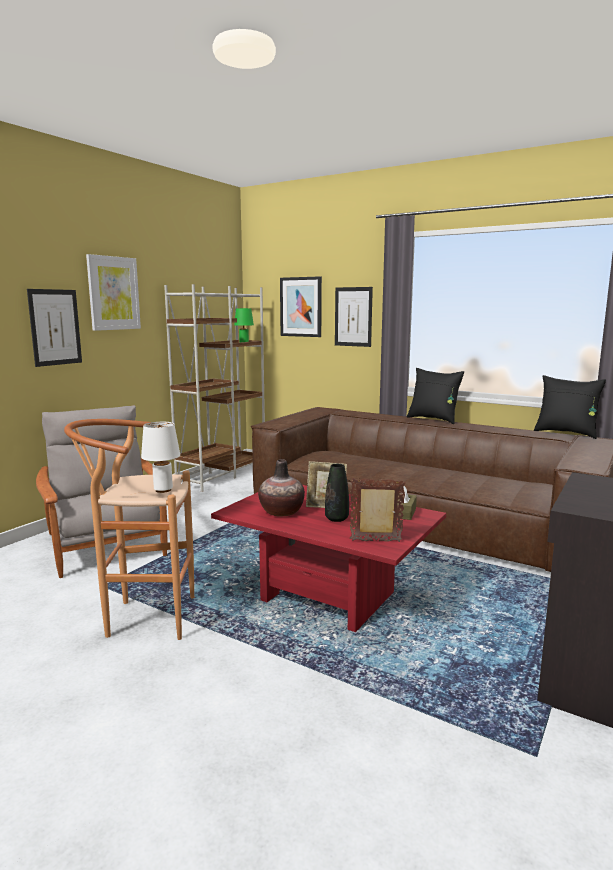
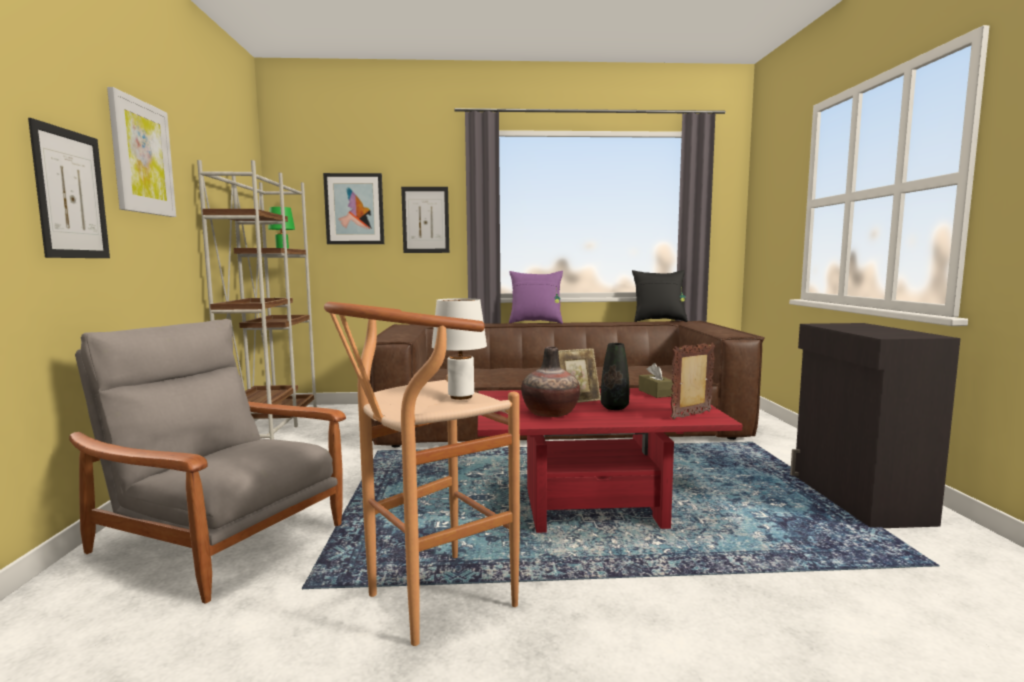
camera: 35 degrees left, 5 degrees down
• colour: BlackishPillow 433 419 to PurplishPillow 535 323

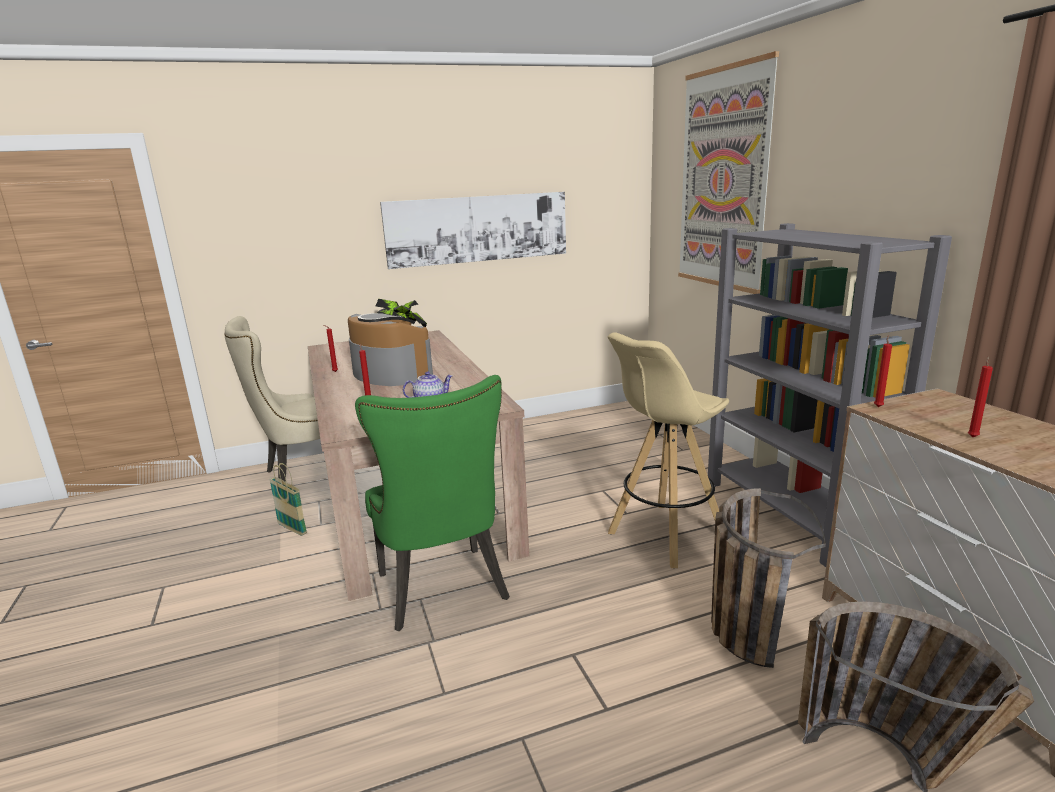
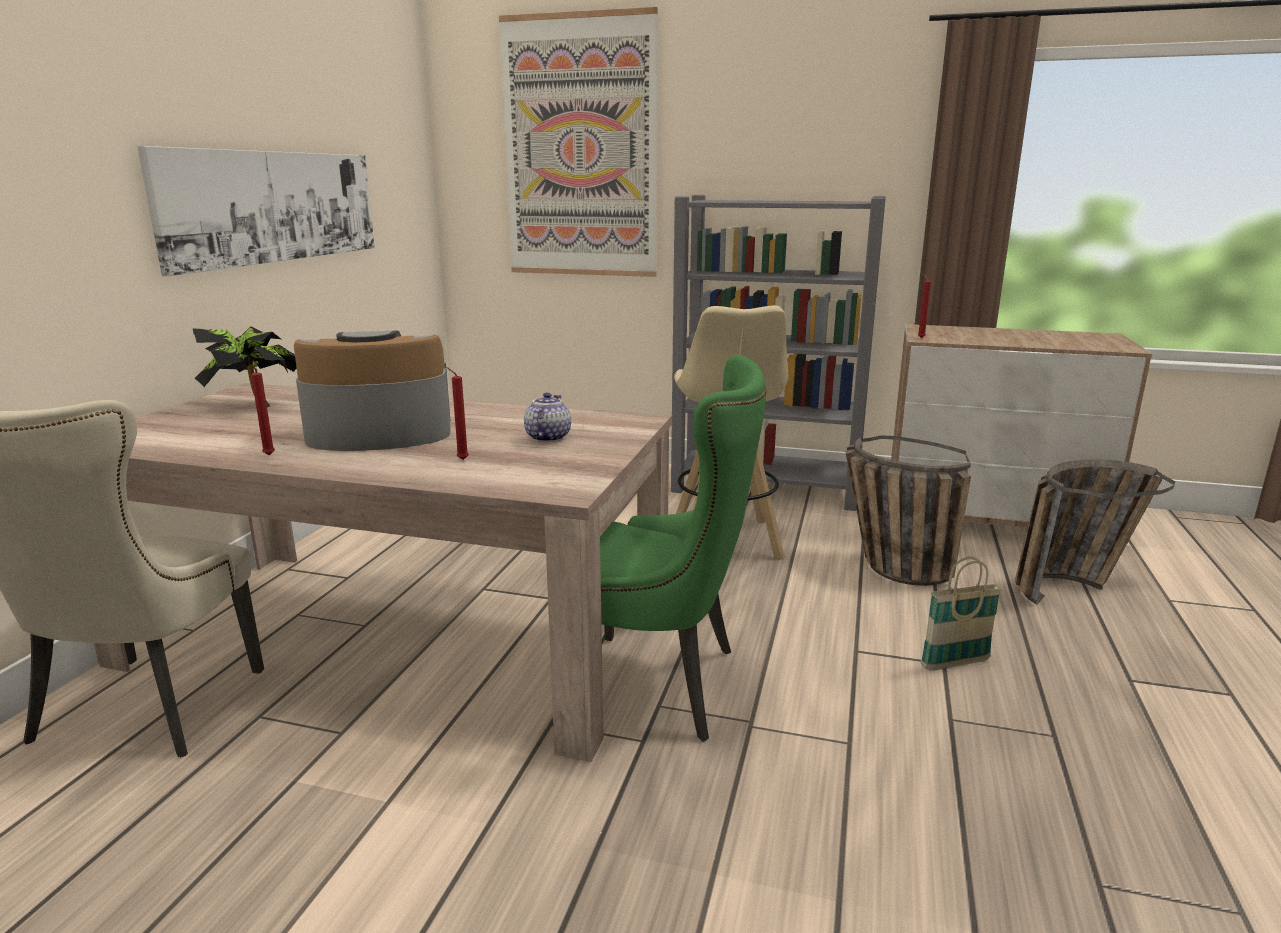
camera: 55 degrees left, 0 degrees up
• relocated: HouseholdBasket 292 529 to 955 663
• missing: ReddishCandle 972 436

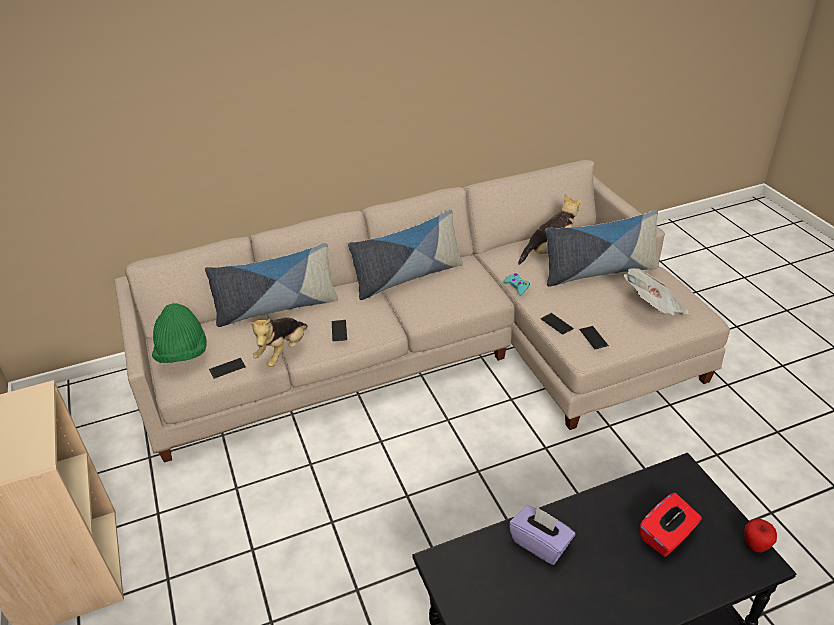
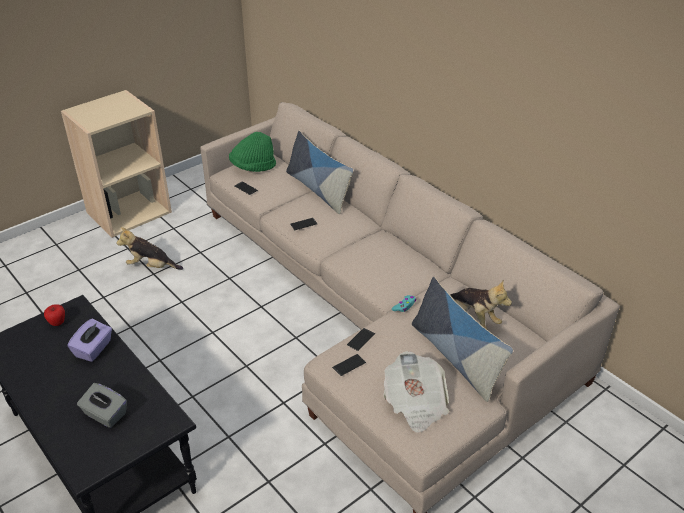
camera: 70 degrees right, 0 degrees up
• relocated: AppleFruit 755 545 to 57 323
• colour: ReddishTissueBox 667 536 to GreyTissueBox 105 415
• relocated: PlushToy 283 352 to 151 266
• missing: Pillow 408 277

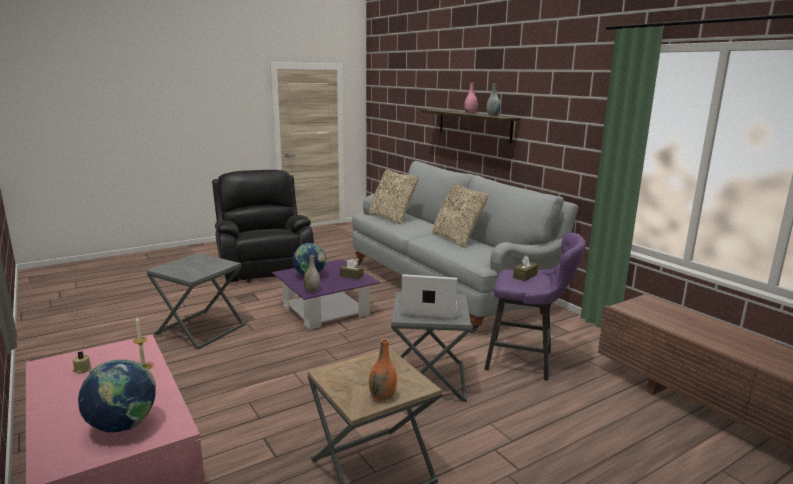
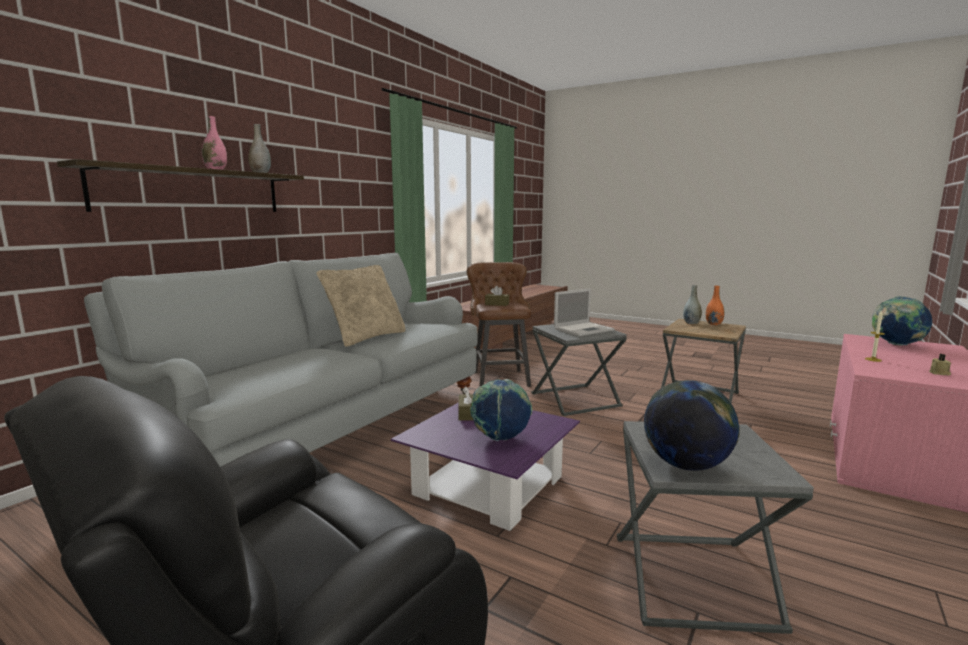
camera: 115 degrees left, 5 degrees down
• colour: PurplishStool 528 362 to BrownStool 499 376
• spun: PortableComputer 428 309 = 584 329 105 degrees counterclockwise
• appeared: WorldGlobe 686 465
• relocated: GreyDecorativeVase 312 290 to 691 323
• missing: SandColouredPillow 392 217

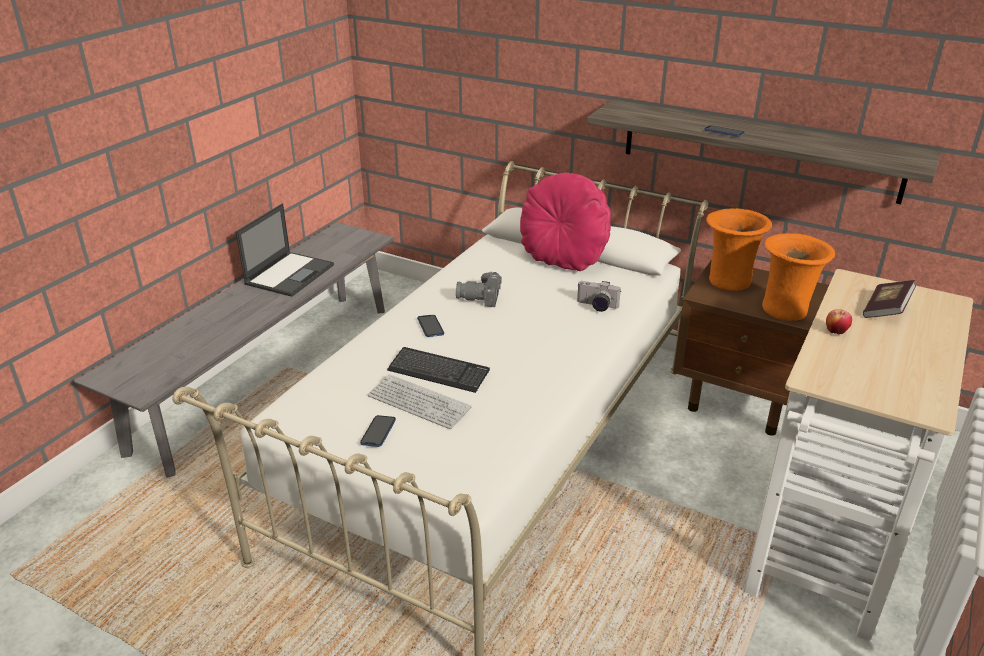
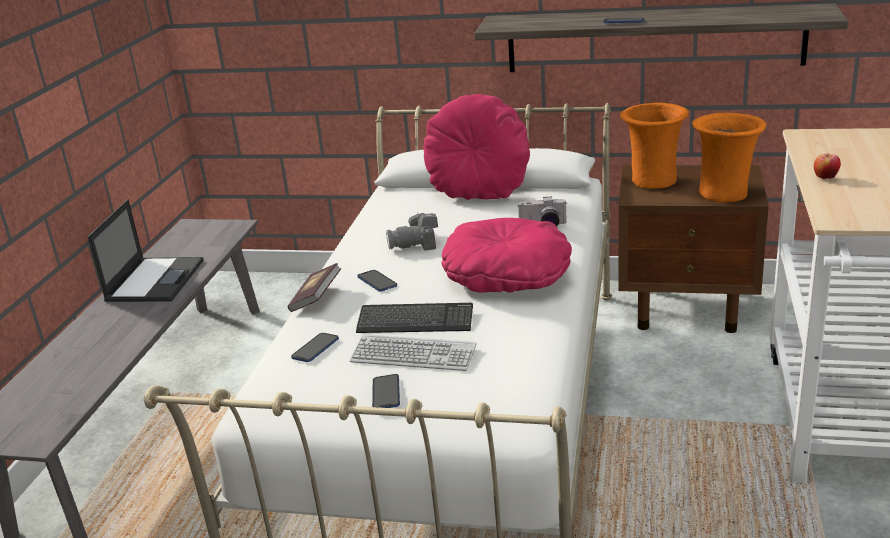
camera: 15 degrees left, 5 degrees down
• relocated: Book 886 310 to 316 299
• appeared: Telephone 315 349
• appeared: PinkishPillow 508 272

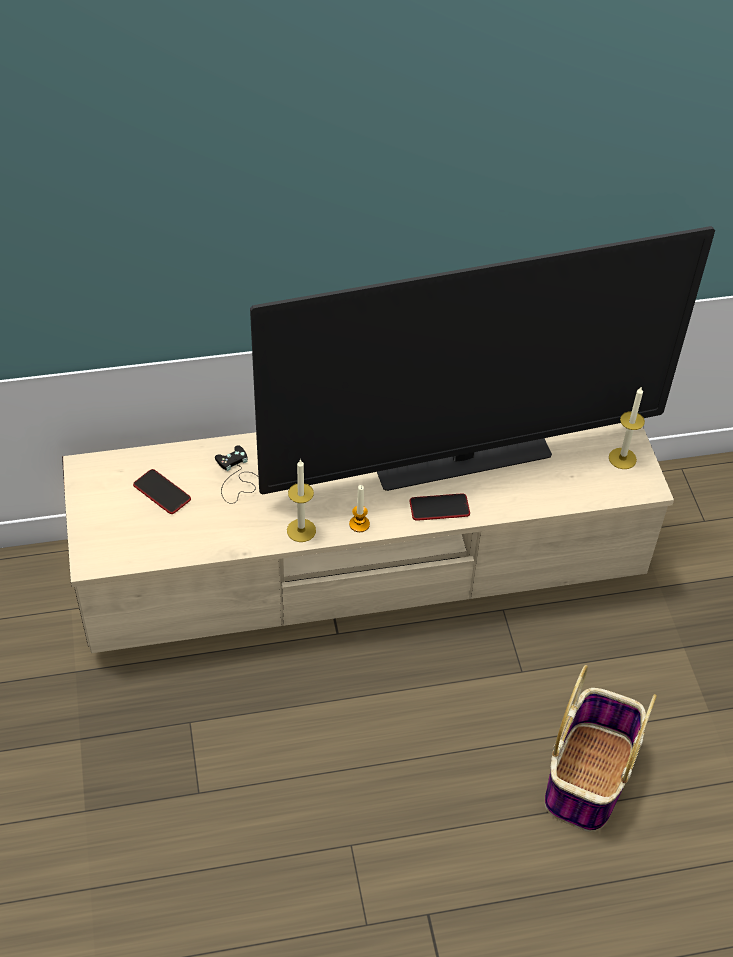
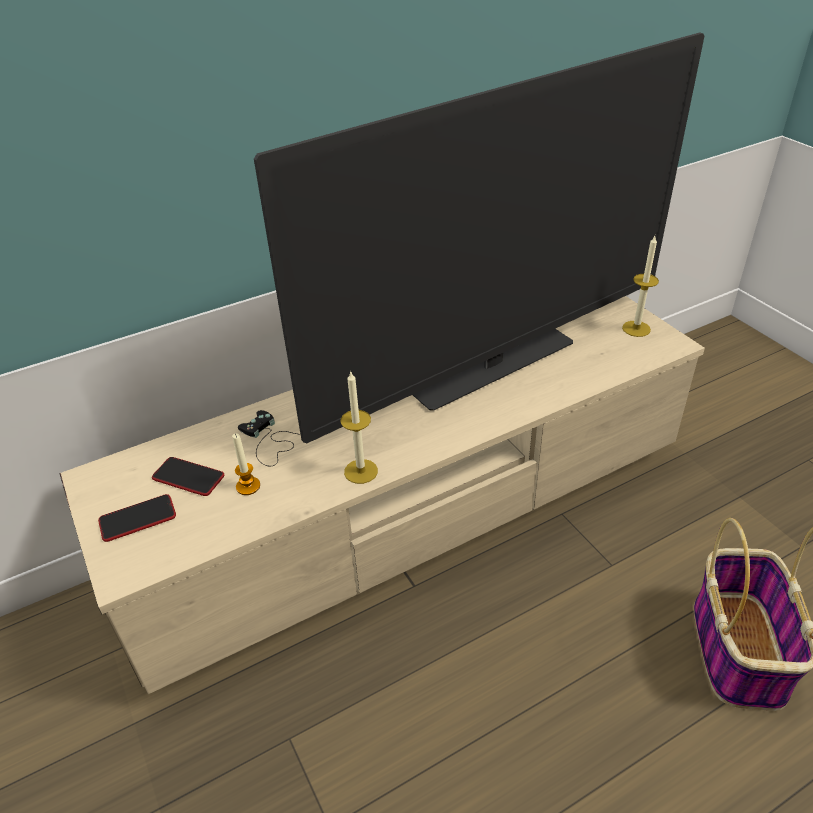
camera: 15 degrees left, 10 degrees down
• relocated: Telephone 439 508 to 137 519
• relocated: Candle 359 524 to 248 486

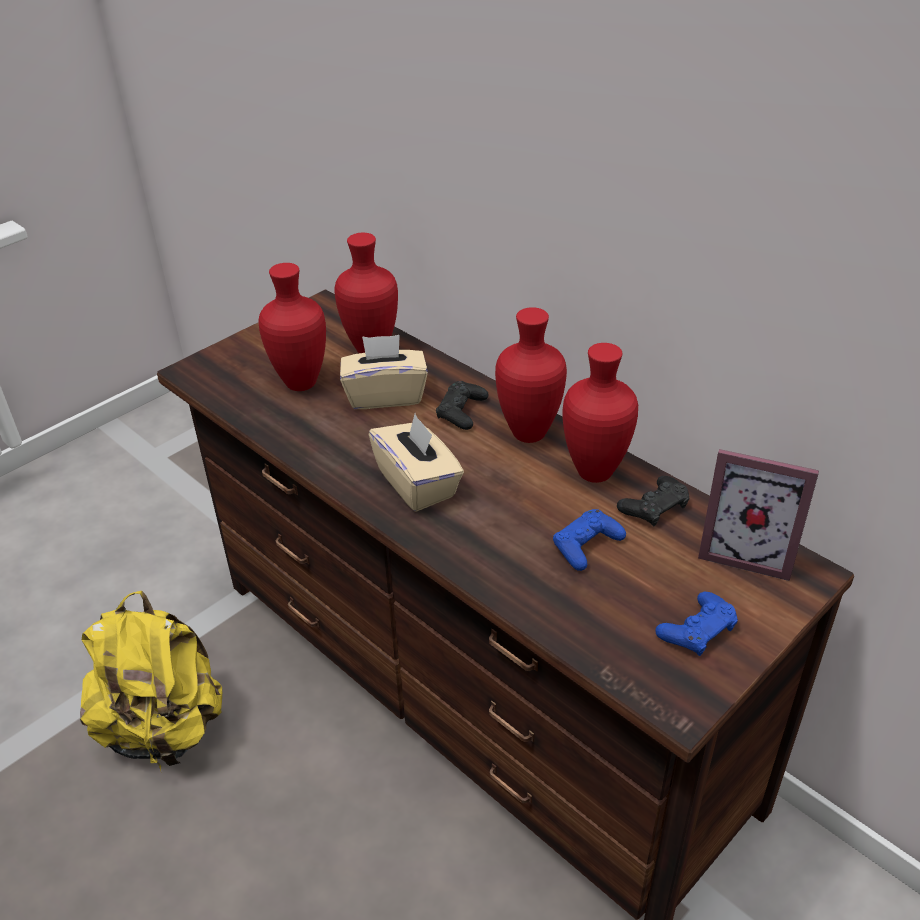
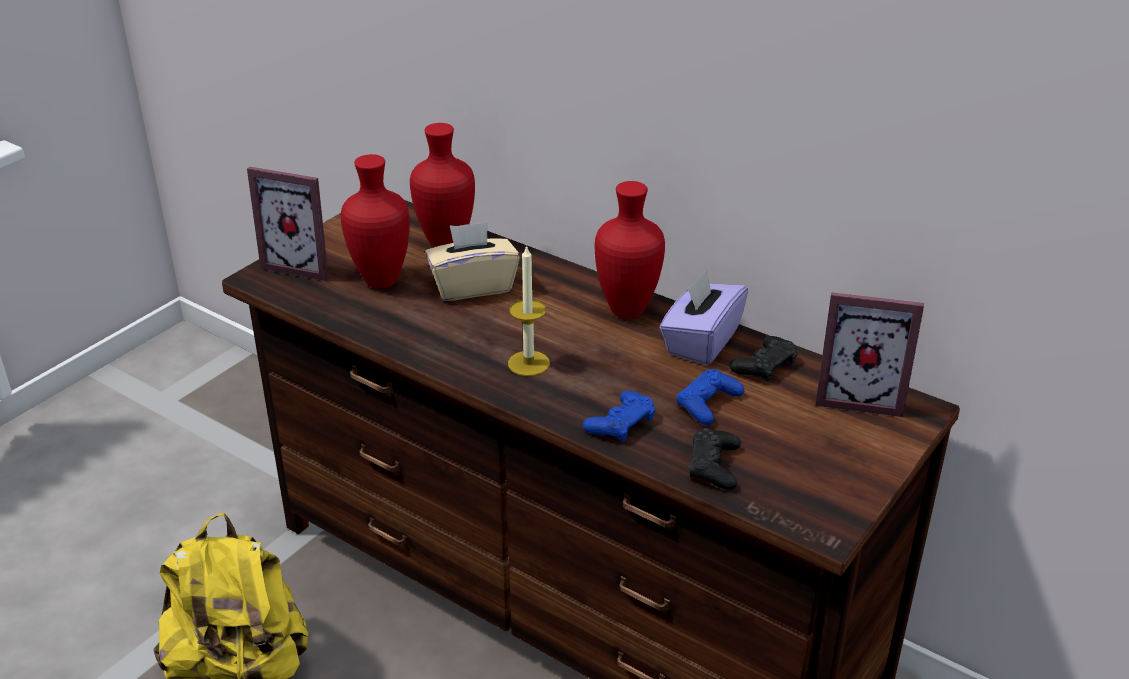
camera: 10 degrees left, 5 degrees down
• appeared: StandingFrame 303 264
• exchanged: SandColouredTissueBox 418 484 to Candle 528 363
• relocated: BlueColouredJoypad 697 630 to 621 423
• exchanged: ReddishDecorativeVase 595 474 to PurplishTissueBox 701 342
• relocated: BlackishJoypad 461 411 to 714 466

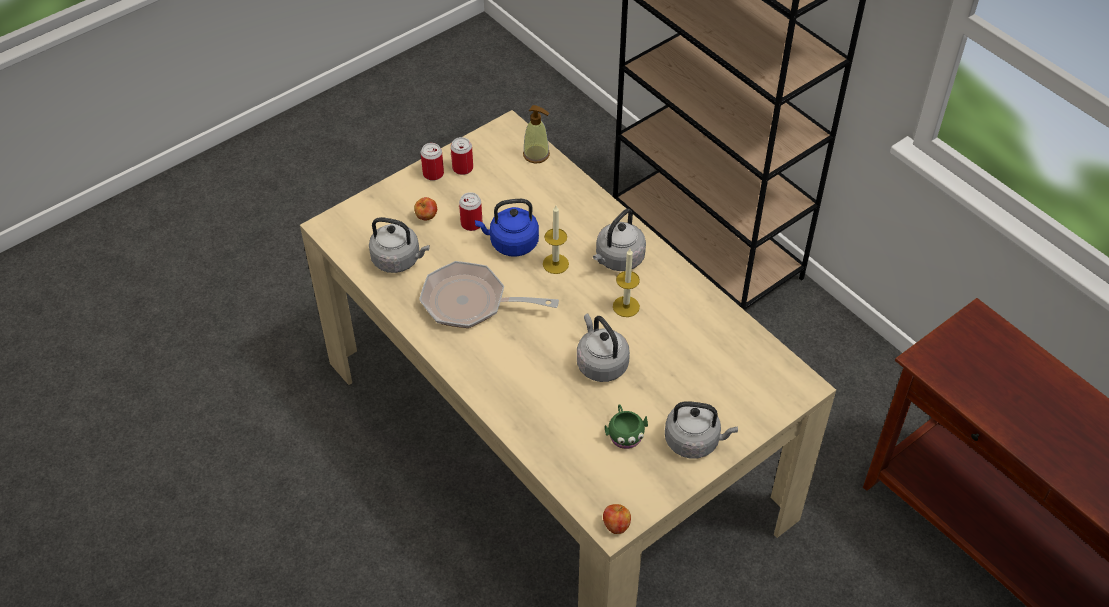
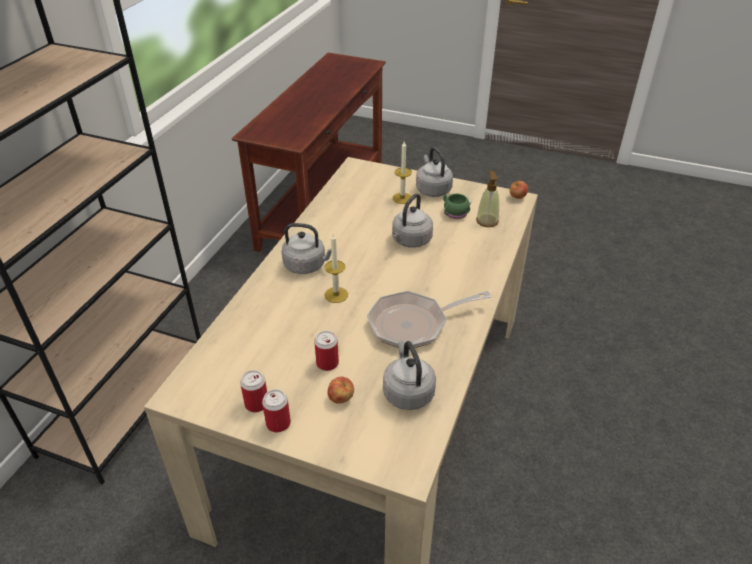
camera: 120 degrees left, 10 degrees down
• spun: FryingPan 471 302 = 414 324 90 degrees clockwise
• relocated: Candle 626 306 to 402 198
• relocated: SoapDispenser 536 154 to 487 221
• missing: BlueColouredTeaKettle 511 243

